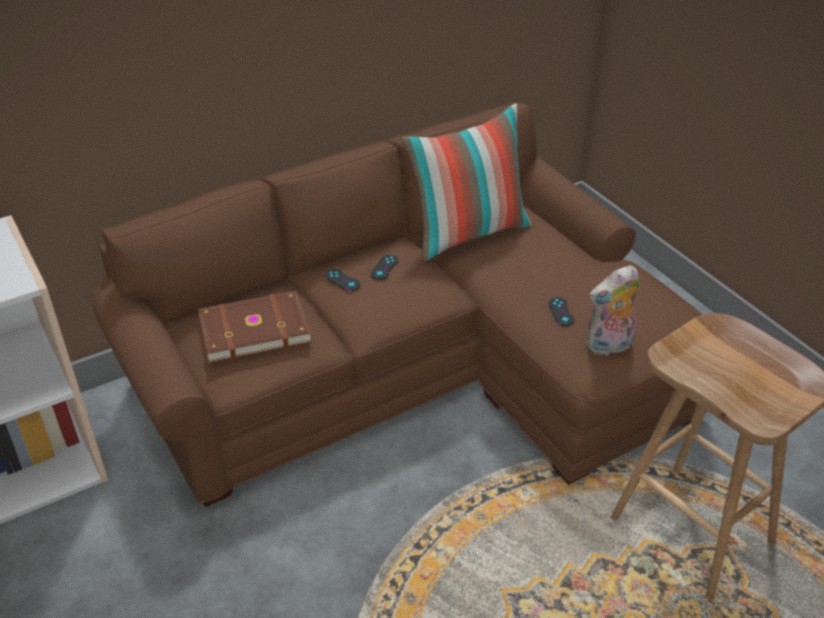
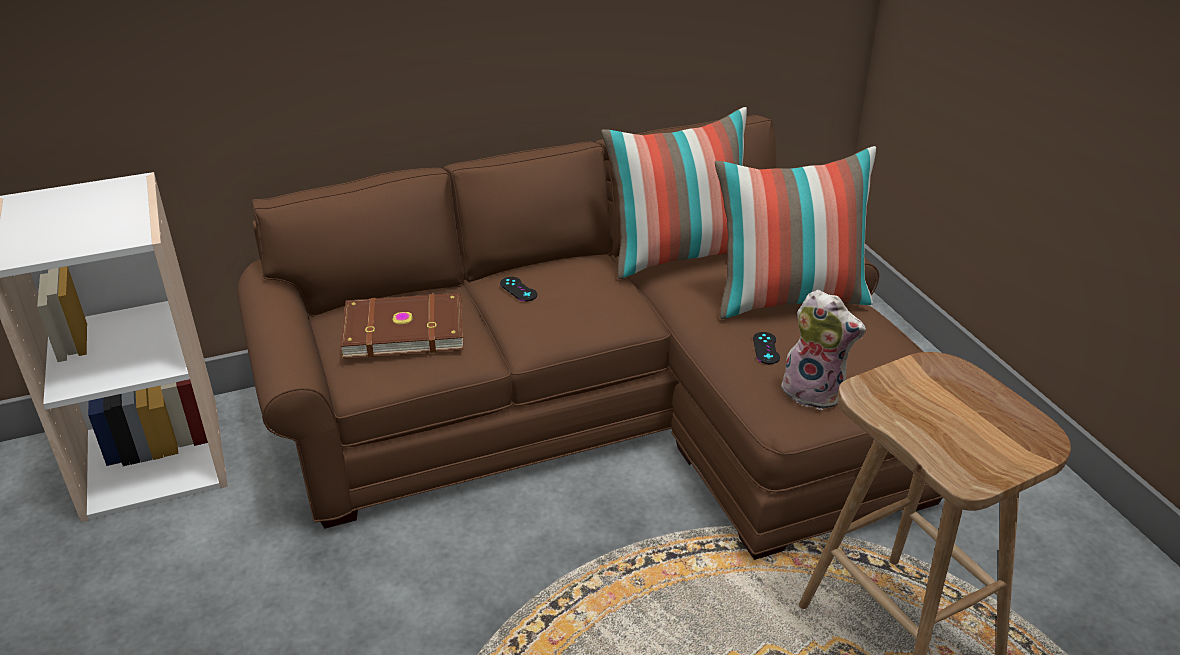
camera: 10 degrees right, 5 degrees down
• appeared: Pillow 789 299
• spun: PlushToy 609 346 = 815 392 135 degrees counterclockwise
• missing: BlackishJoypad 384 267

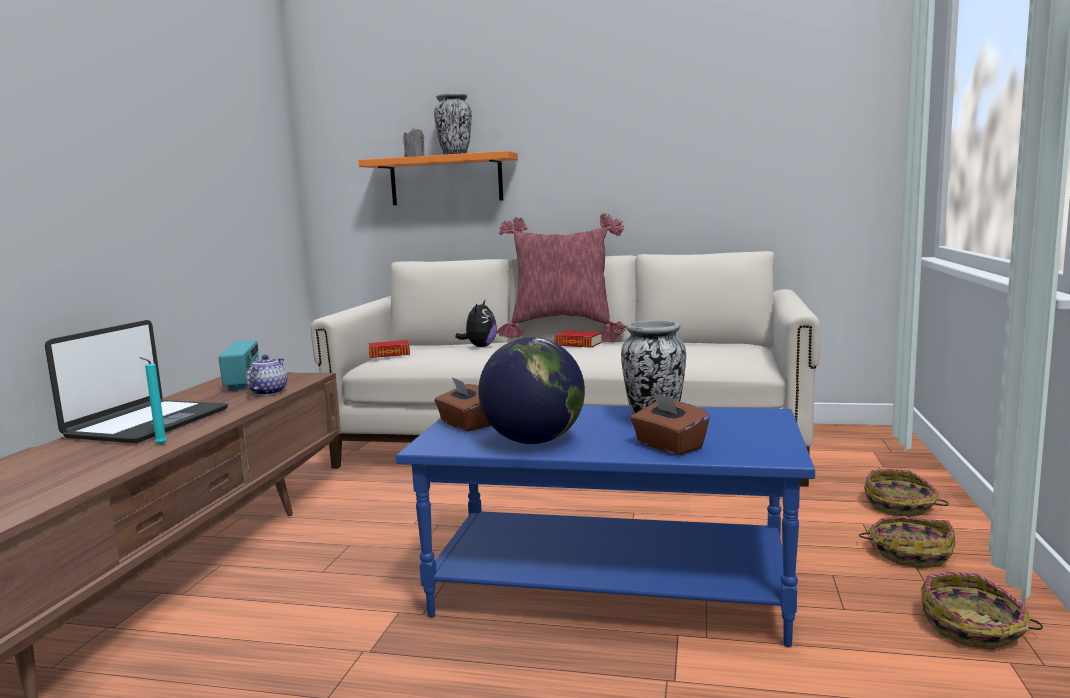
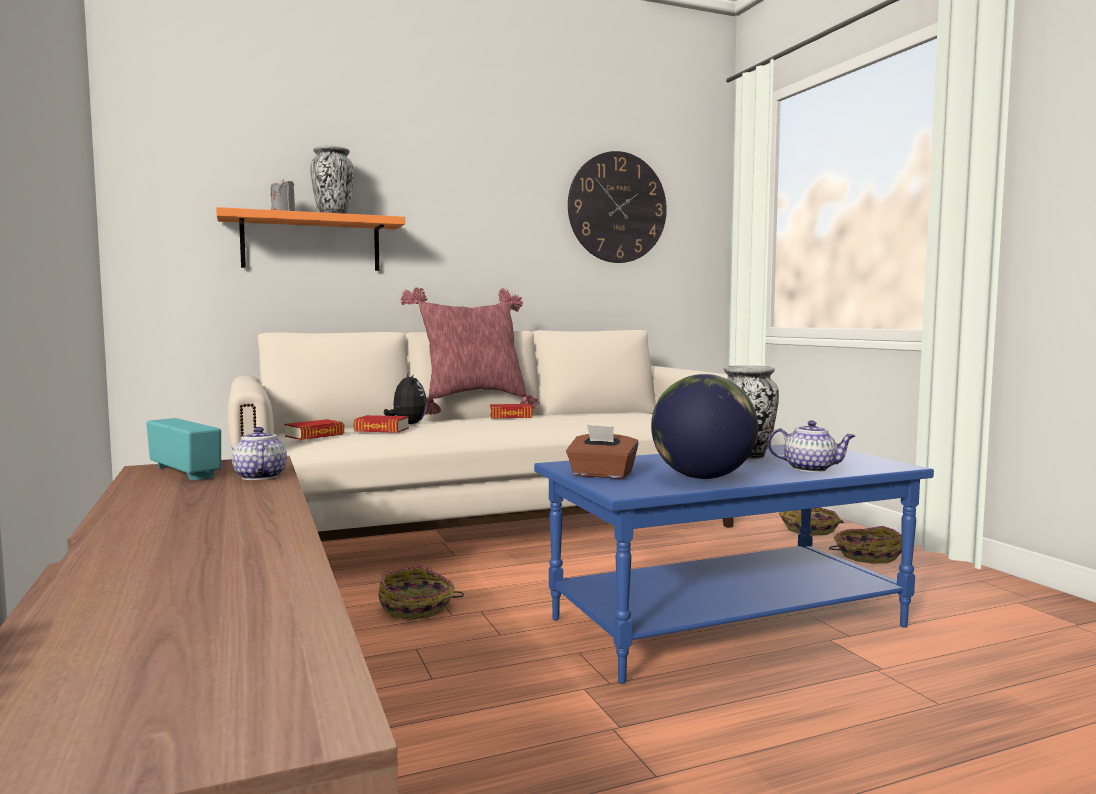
camera: 35 degrees left, 5 degrees down
• appeared: Book 381 430
• relocated: HouseholdBasket 973 628 to 417 608
• appeared: WallClock 617 207
• exchanged: BrownTissueBox 668 446 to TeaPot 811 469
• missing: PortableComputer 147 423
• missing: TurquoiseCandle 159 445

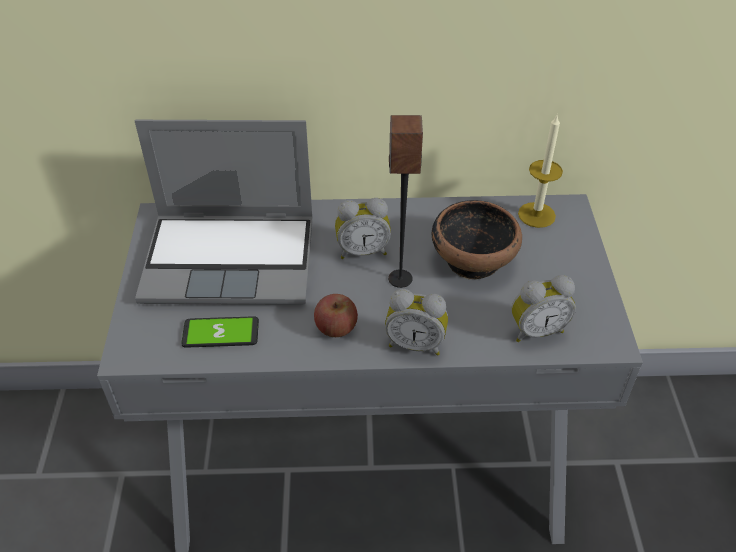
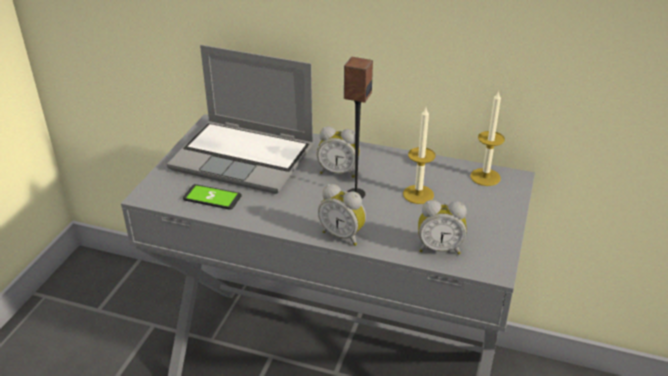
camera: 20 degrees right, 10 degrees down
• exchanged: DeepDish 473 259 to Candle 418 194
• missing: AppleFruit 336 327

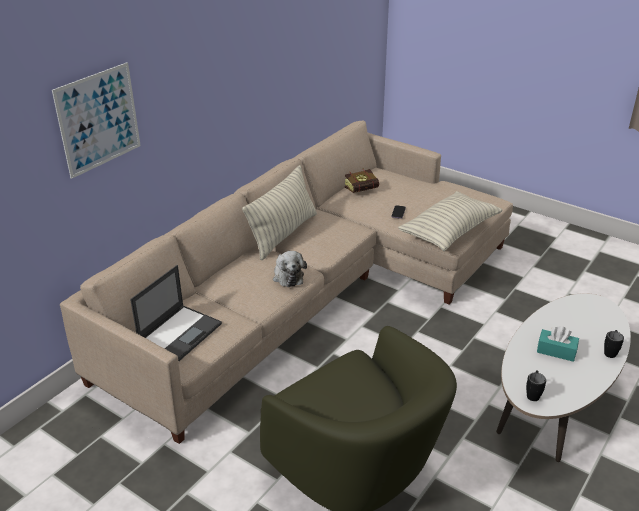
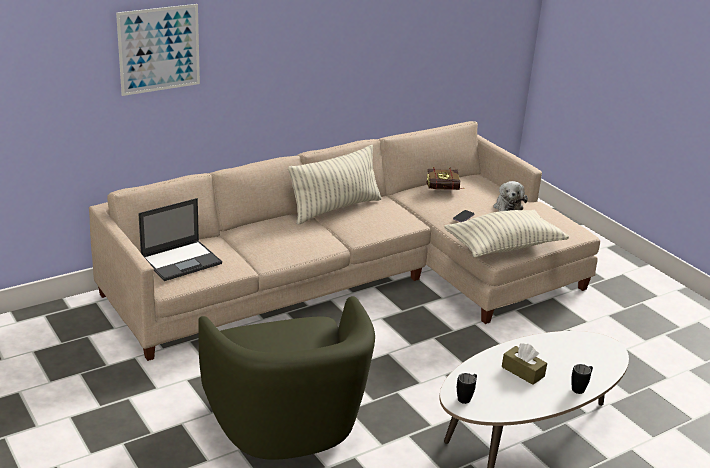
camera: 20 degrees right, 5 degrees down
• relocated: PlushToy 287 276 to 508 207
• colour: TurquoiseTissueBox 556 351 to BrownTissueBox 523 371

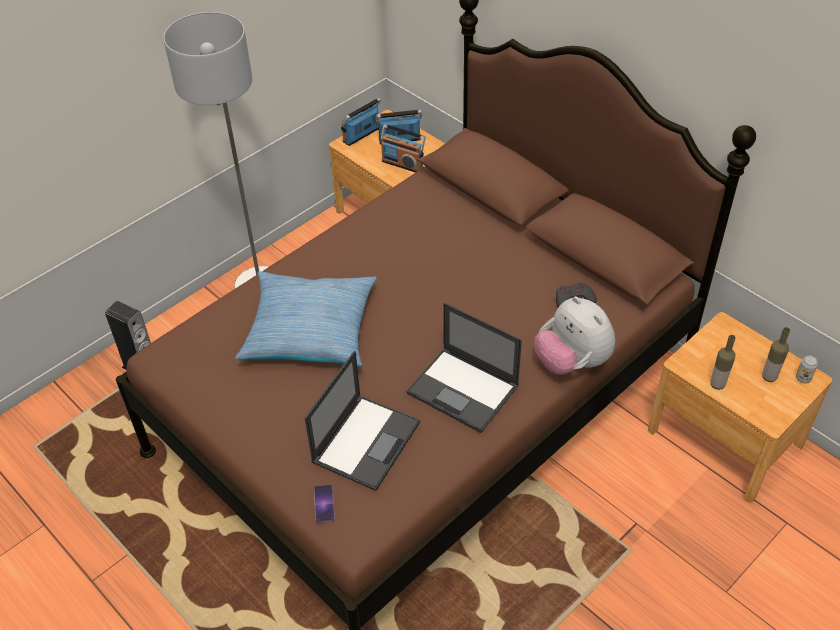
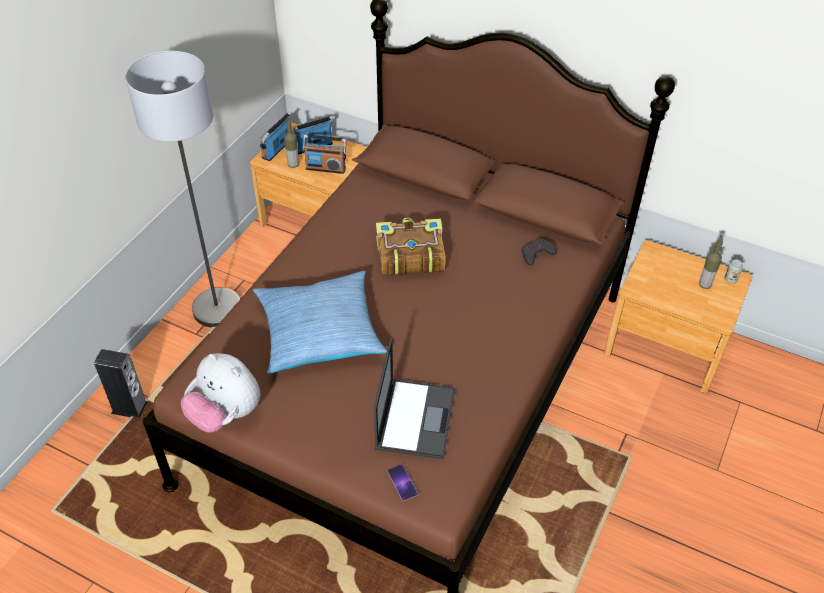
camera: 20 degrees left, 0 degrees up
• relocated: PlushToy 572 362 to 225 414
• relocated: Bottle 717 384 to 293 165
• appeared: Book 409 255
• missing: PortableComputer 464 390

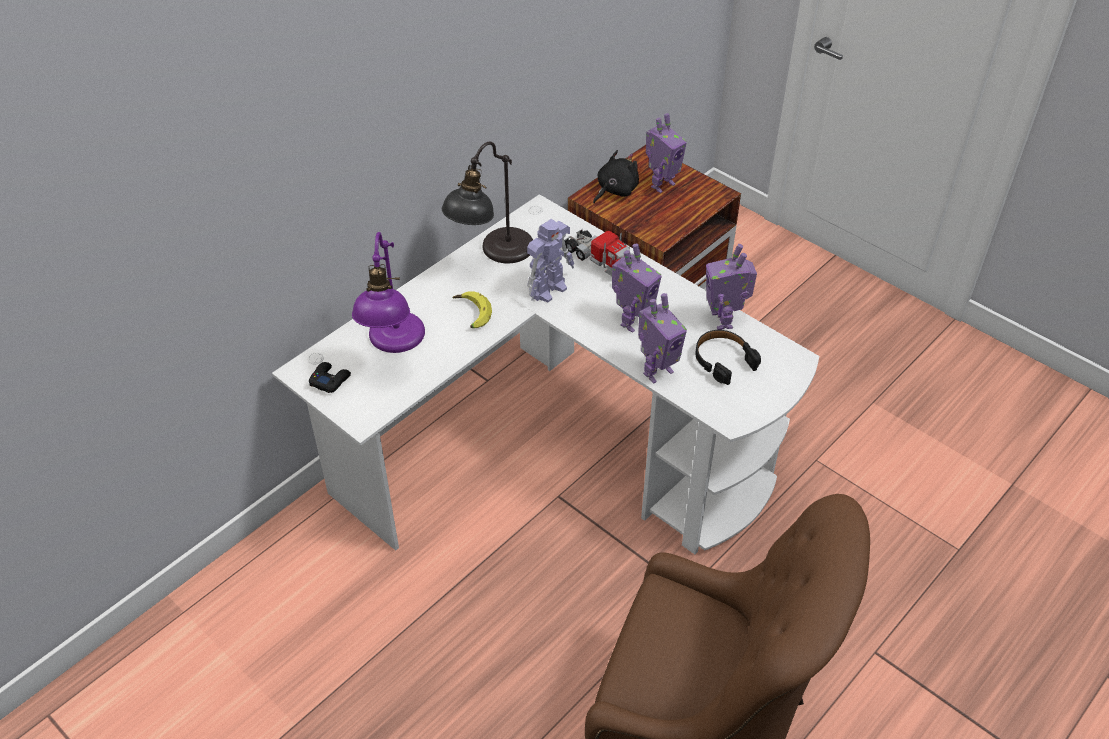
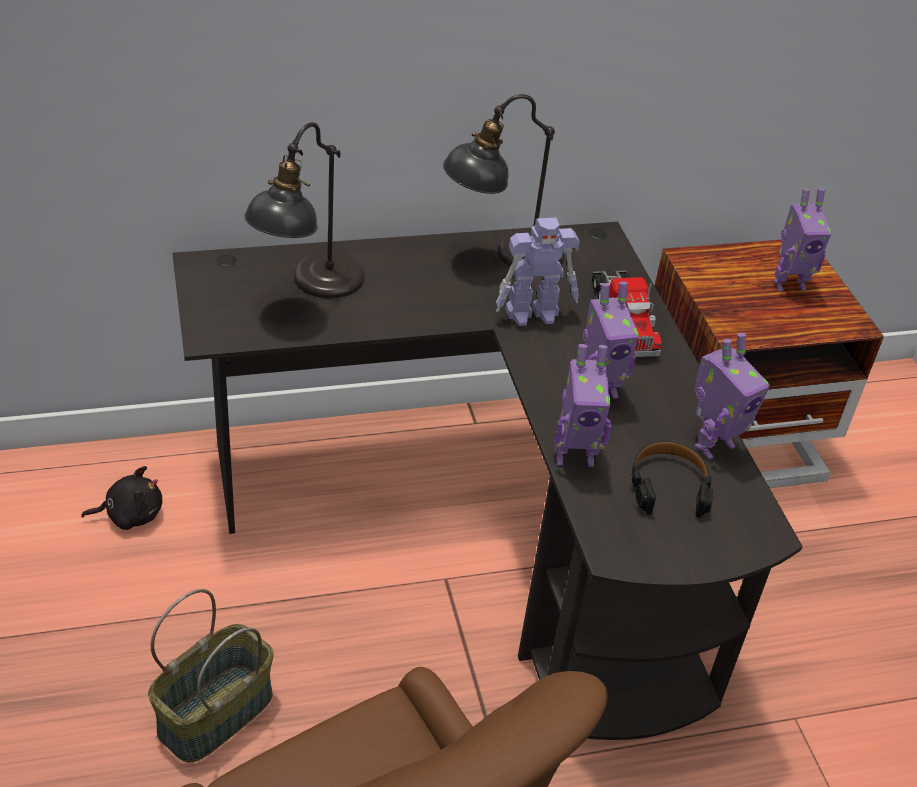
camera: 30 degrees right, 5 degrees down
• relocated: BlackishPlushToy 615 190 to 130 514
• appeared: HouseholdBasket 215 712
• colour: WhiteColouredDeskTable 552 448 to BlackishDeskTable 484 527
• colour: PurplishTableLamp 395 351 to GreyTableLamp 309 291
• spun: ModelRobot 724 320 = 712 445 150 degrees counterclockwise
• missing: BlackishJoypad 330 380
• missing: WholeBanana 471 314

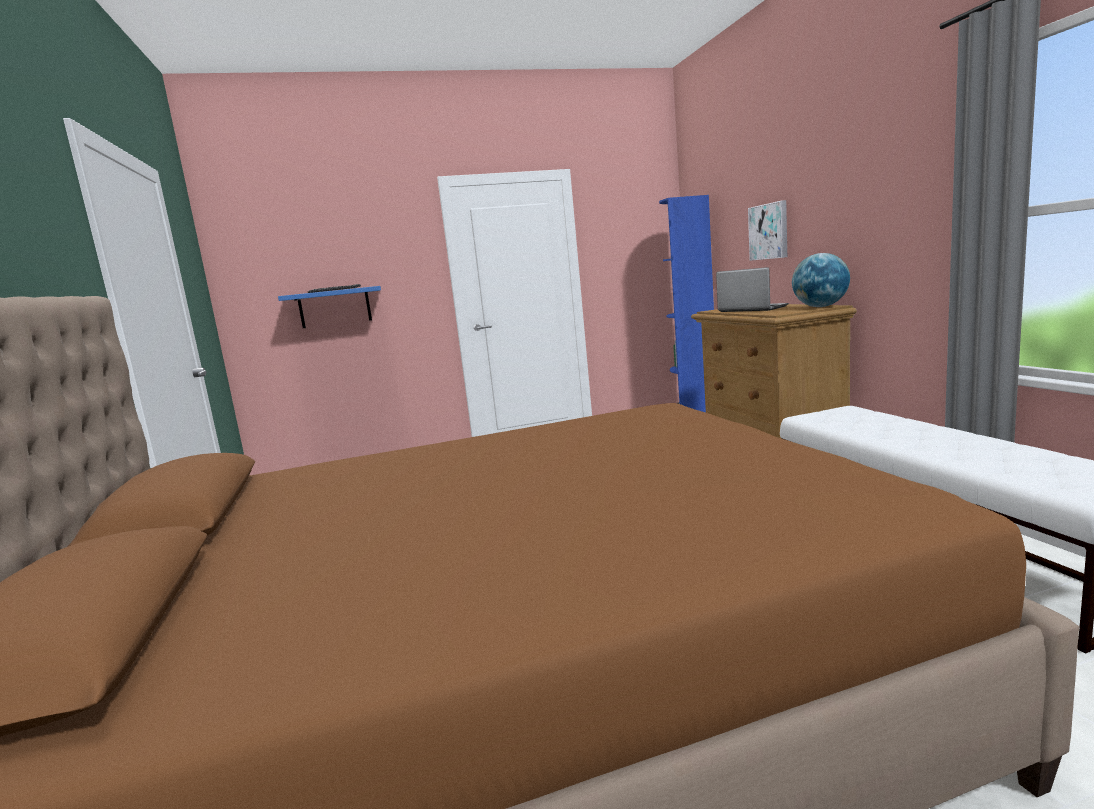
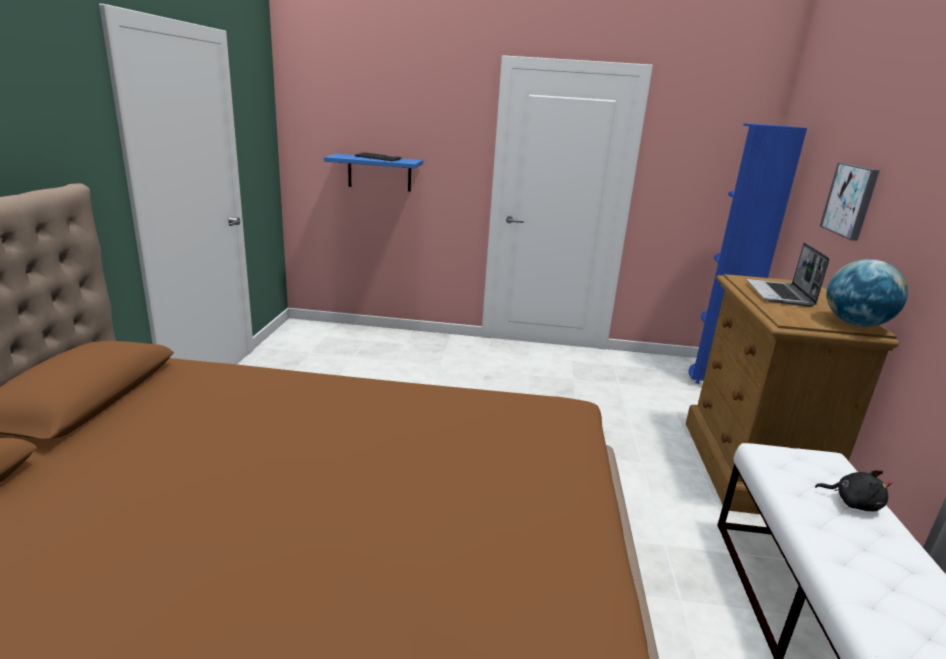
camera: 20 degrees right, 10 degrees up
• spun: PortableComputer 751 309 = 780 294 150 degrees counterclockwise
• appeared: BlackishPlushToy 853 503

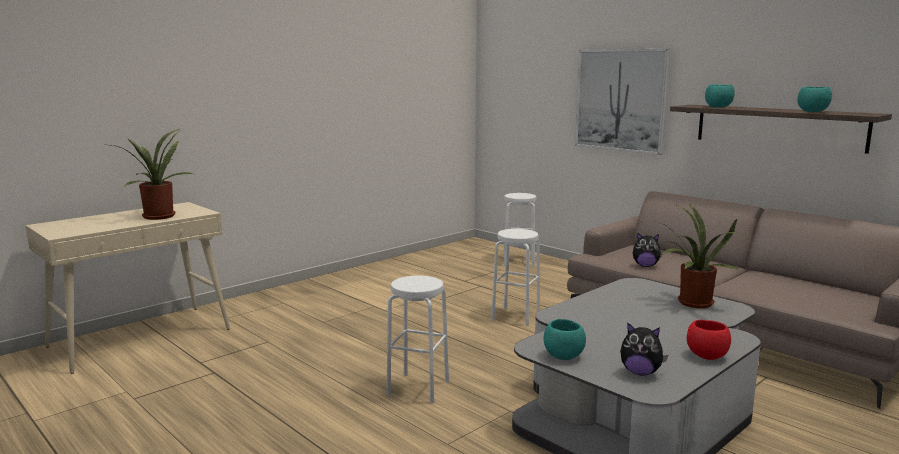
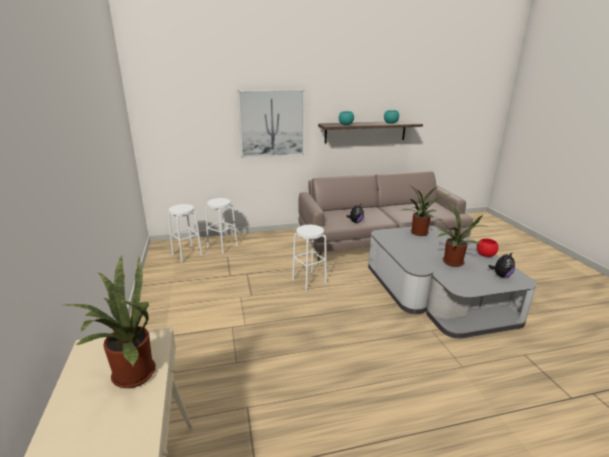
camera: 60 degrees left, 10 degrees up
• relocated: WhiteColouredStool 418 387 to 187 255
• appeared: PlantInAPot 451 263
• missing: TurquoiseDeepDish 563 356

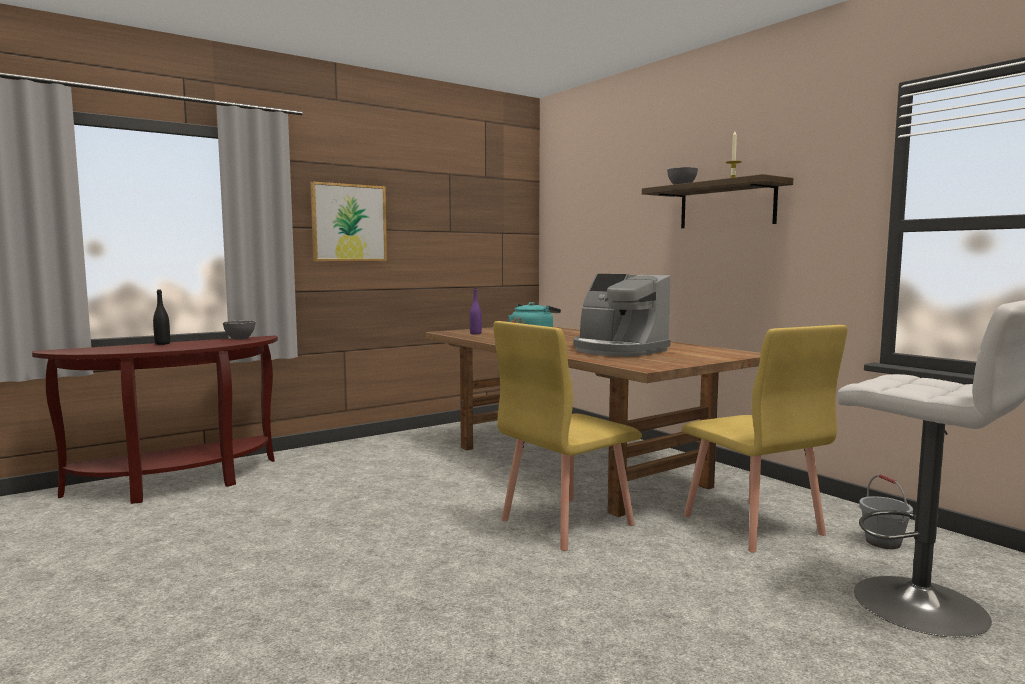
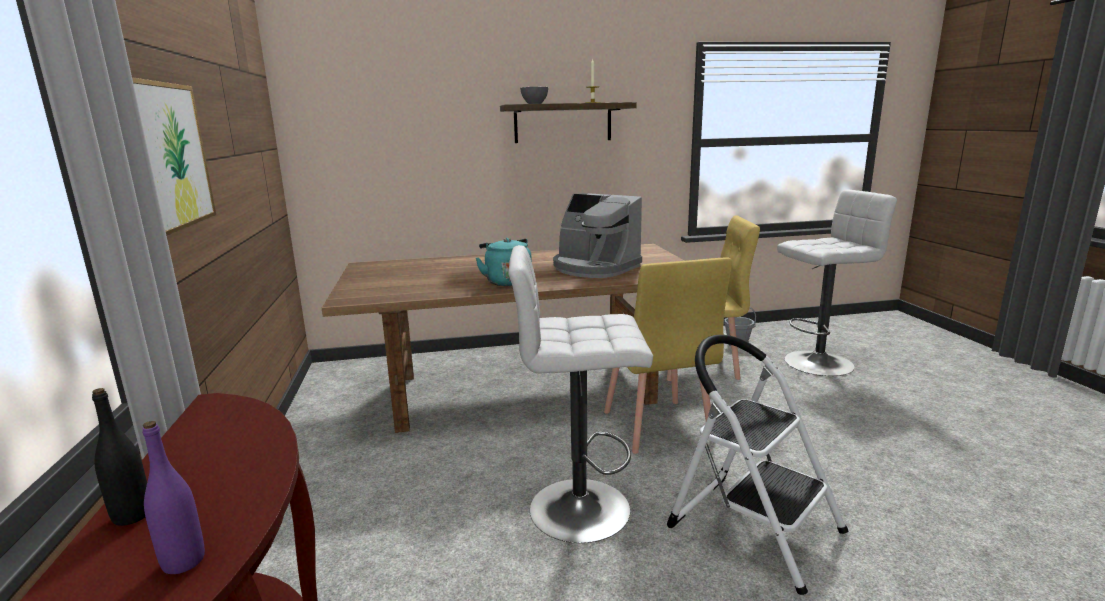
camera: 65 degrees left, 10 degrees up
• relocated: PurplishBottle 475 333 to 183 562
• appeared: WhiteColouredStool 578 509
• spun: CoffeeMaker 618 350 = 594 268 60 degrees clockwise
• appeared: StepLadder 750 526
• missing: GreyDeepDish 240 338

